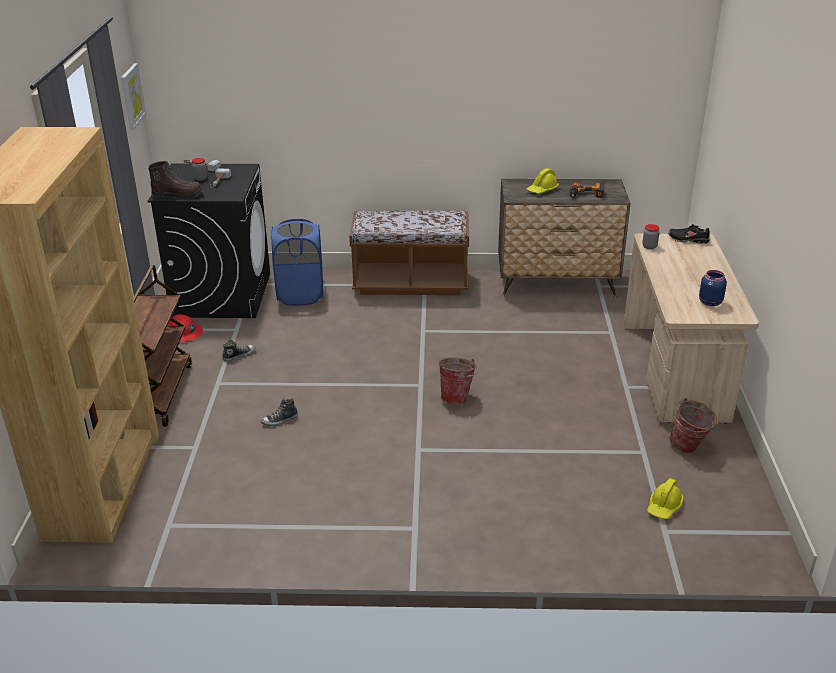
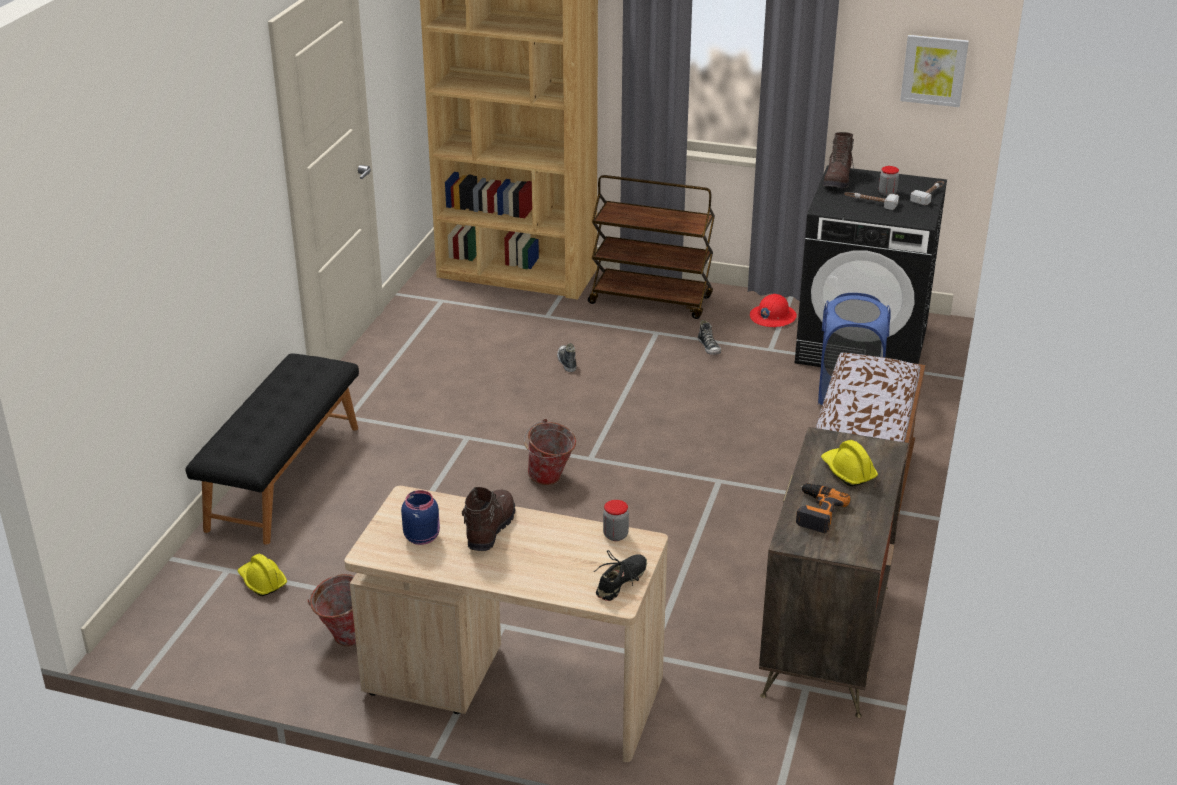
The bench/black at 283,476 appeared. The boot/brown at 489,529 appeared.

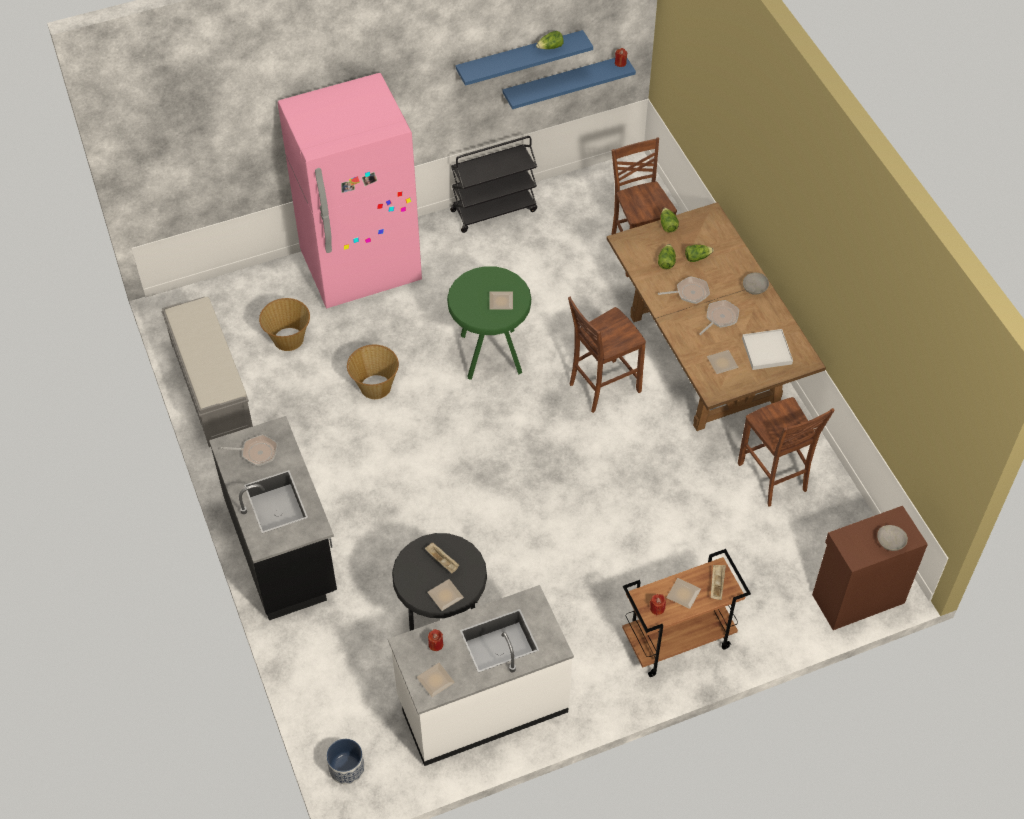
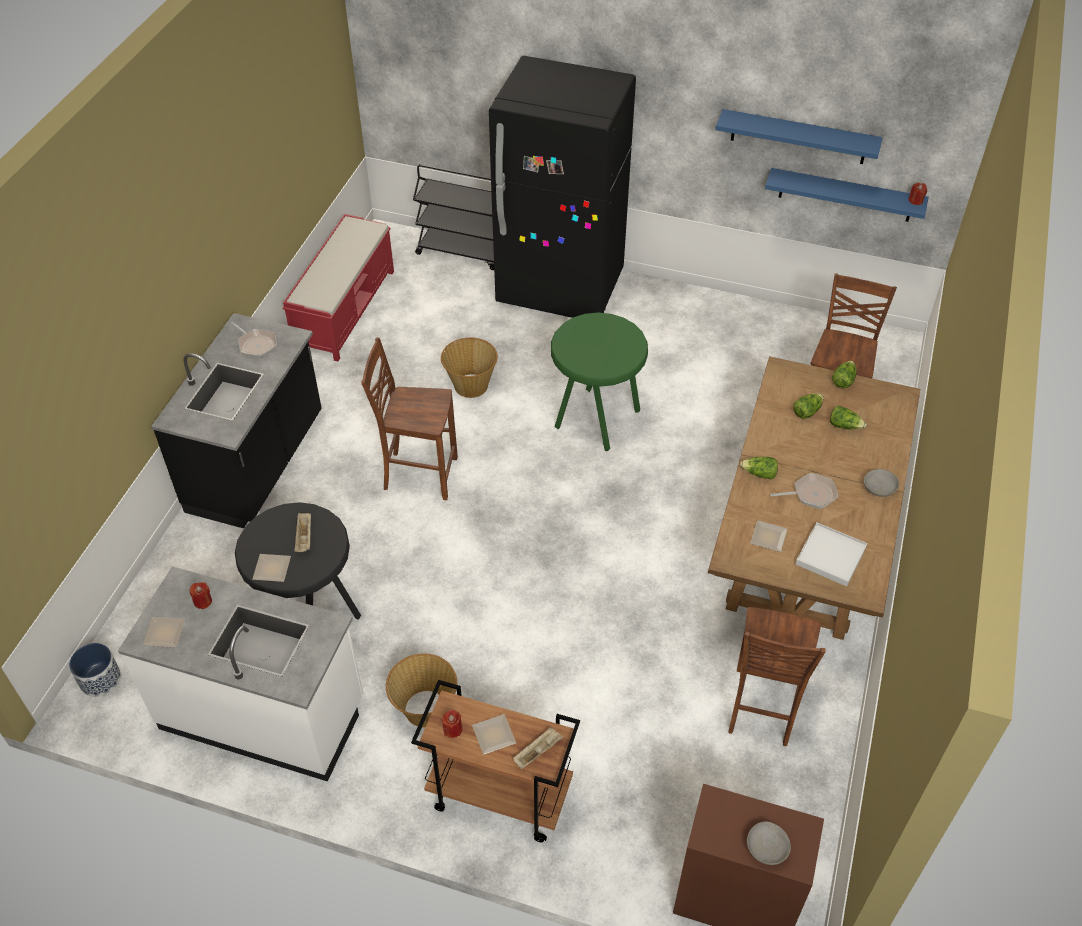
The plate at 500,301 disappeared. The frying pan at 689,293 disappeared. The basket moved from 288,339 to 425,709. The cart/black moved from 494,210 to 462,251. The lettuce moved from 550,47 to 759,474. The chair/brown moved from 602,387 to 418,474. The bench/grey at 211,387 became the bench/red at 345,309. The fridge/pink at 361,268 became the fridge/black at 560,289.

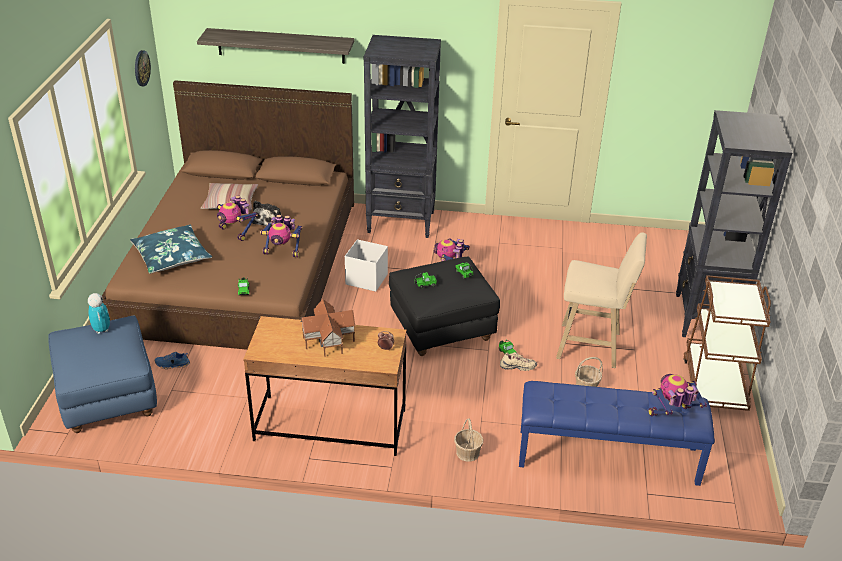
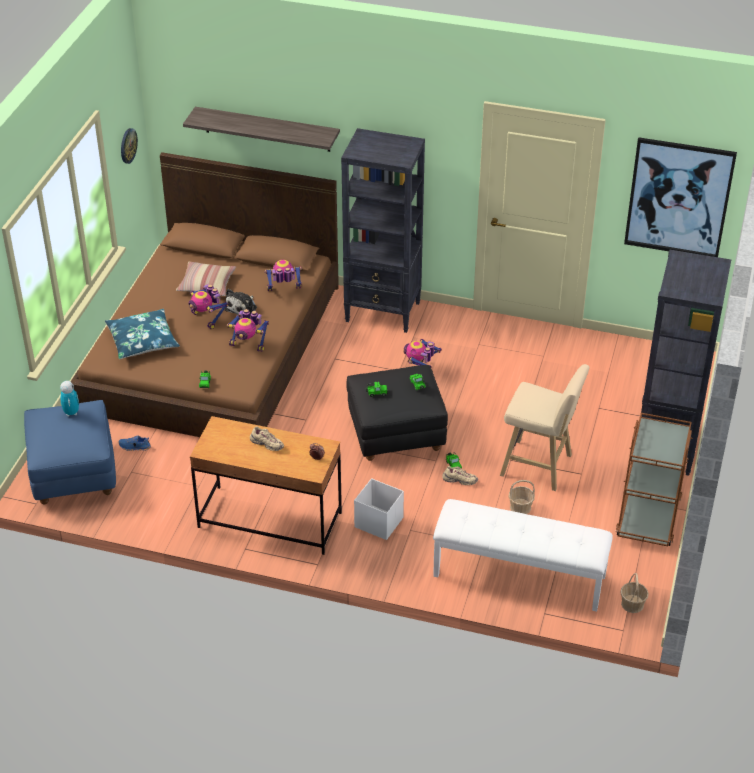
The picture at 678,198 appeared. The storage box/white moved from 366,279 to 378,522. The basket moved from 468,452 to 632,604. The toy robot moved from 671,415 to 284,292. The toy house at 328,339 was replaced by the shoe/beige at 267,444. The bench/blue at 607,457 became the bench/white at 518,576.

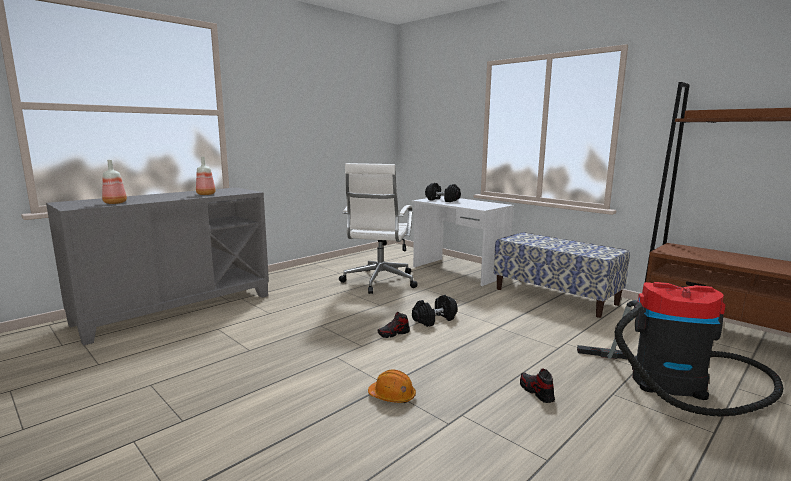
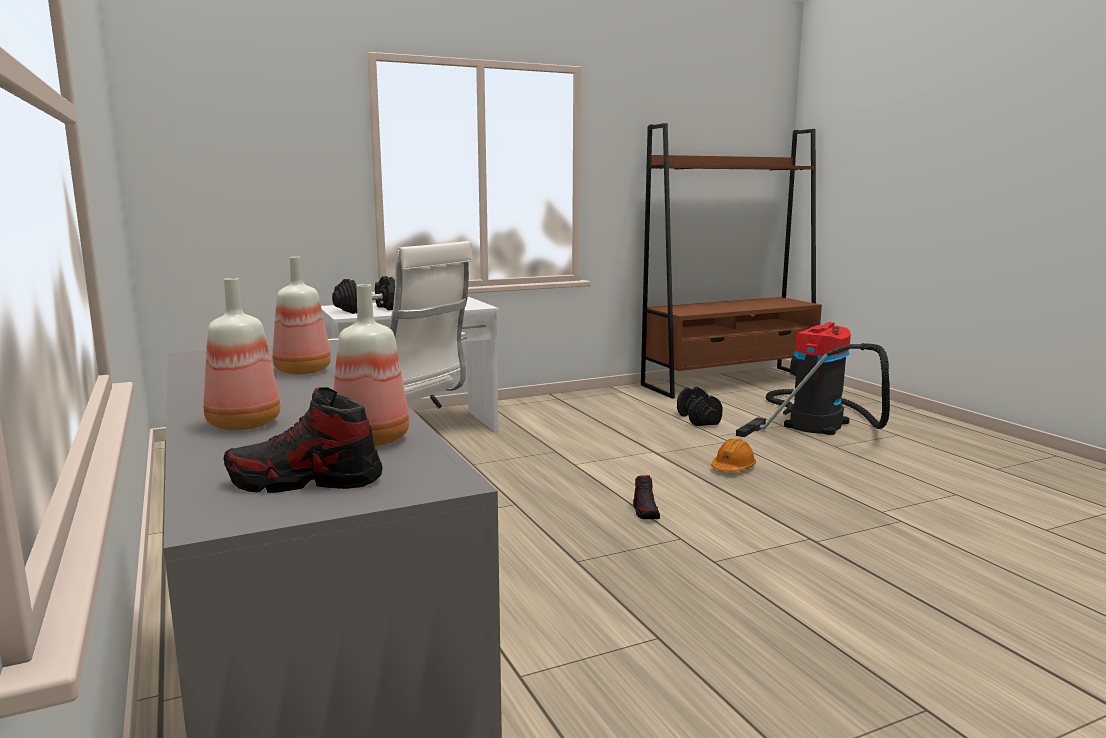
The bench at 555,296 disappeared. The bottle at 241,424 appeared. The hard hat/orange moved from 392,396 to 733,468. The dumbbell/black moved from 434,320 to 699,419. The shoe moved from 536,392 to 305,482.

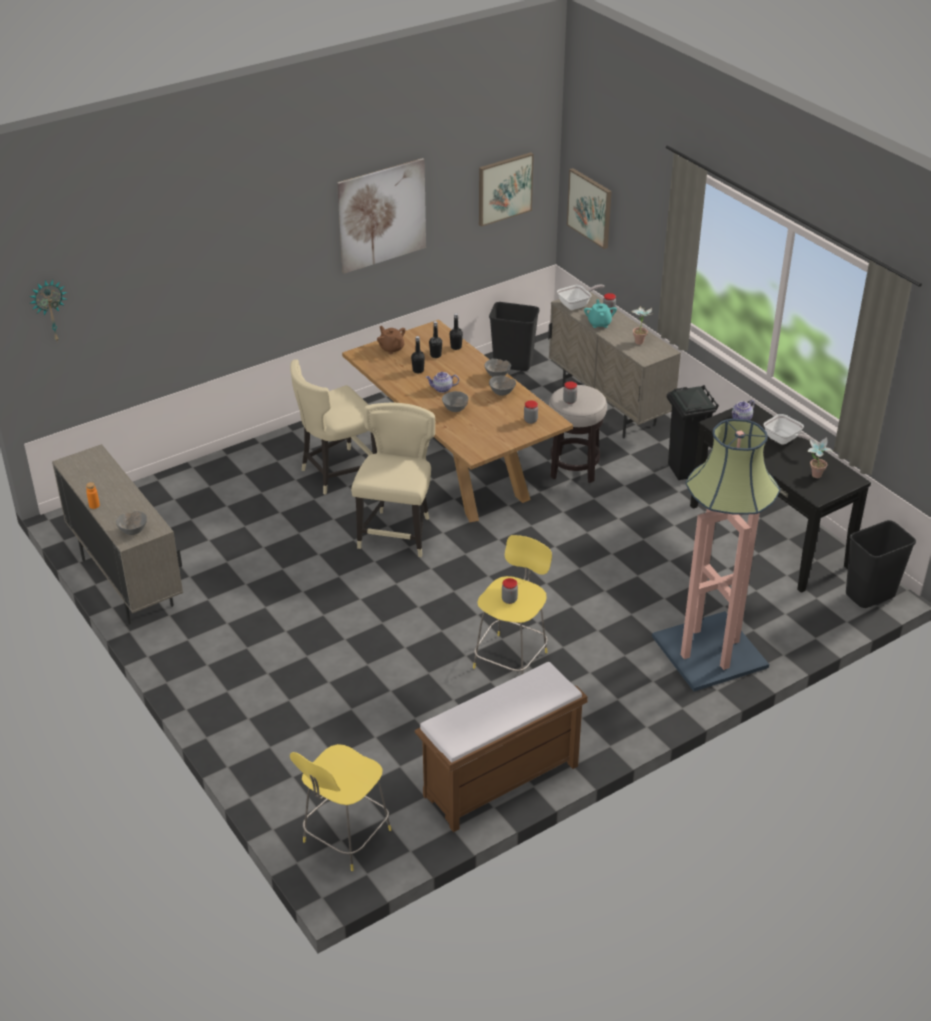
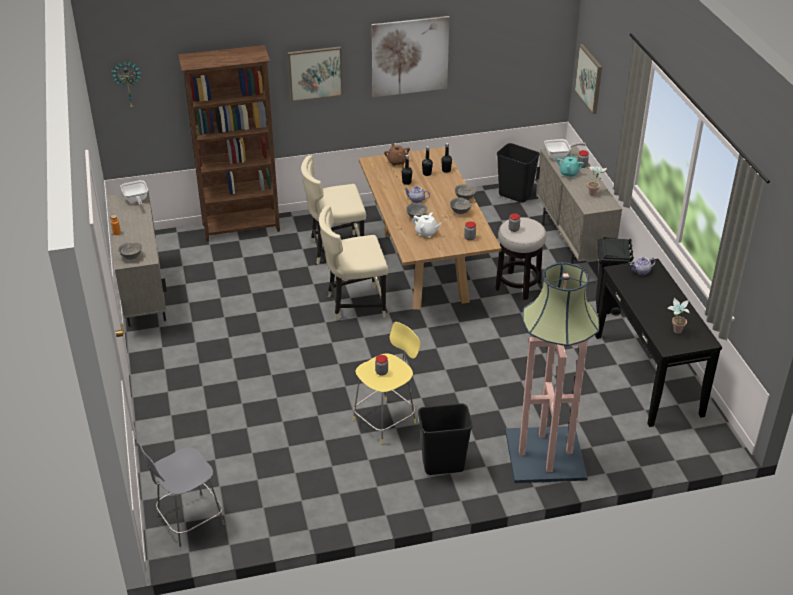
The bench/brown at 500,782 disappeared. The bookcase/brown at 242,228 appeared. The teapot/white at 426,232 appeared. The picture moved from 504,188 to 315,73. The frying pan moved from 784,440 to 136,200. The trash can/black moved from 870,596 to 443,465. The stool/yellow at 345,838 became the stool/grey at 188,521. The chair/beige at 397,533 turned 135 degrees counterclockwise.

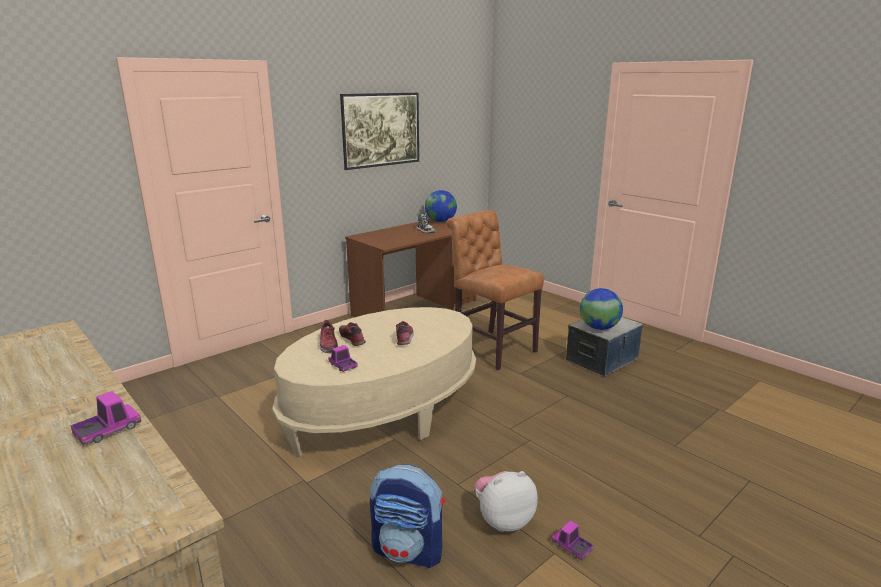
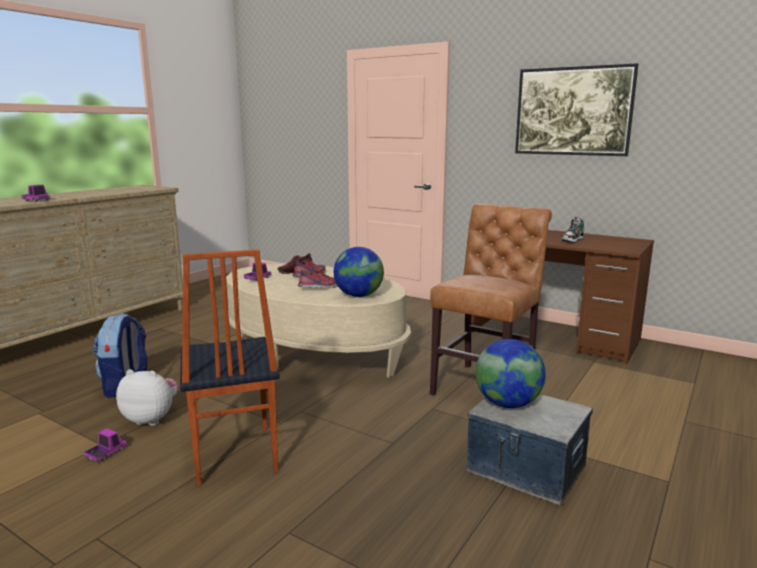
The chair at 233,456 appeared. The globe moved from 440,222 to 359,296. The plush toy at 503,520 turned 45 degrees counterclockwise.

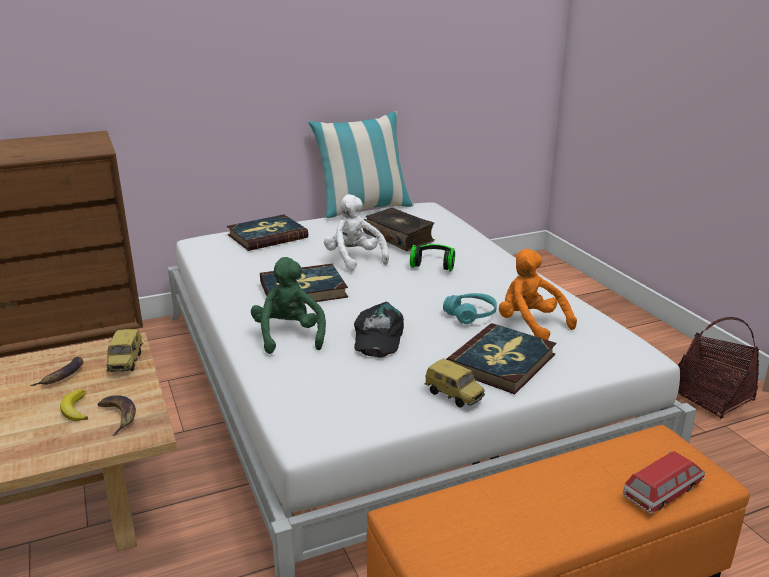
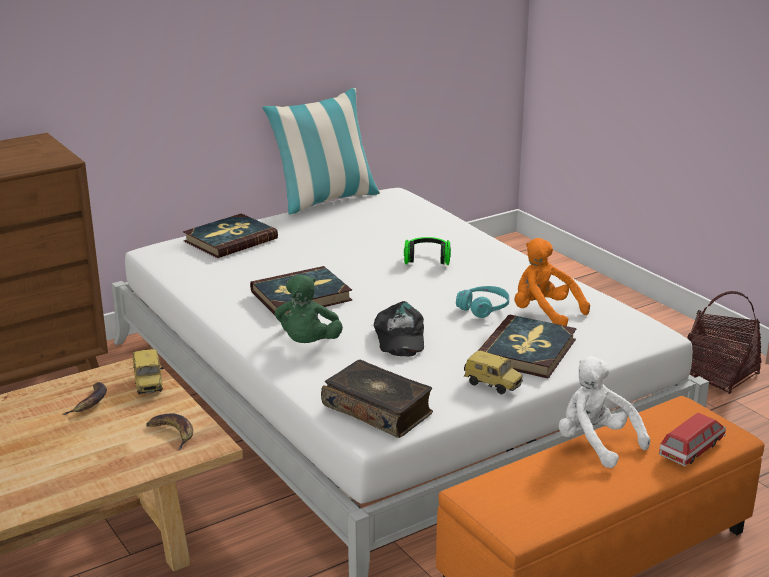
The banana at 75,409 disappeared. The plush toy/white moved from 354,259 to 595,443. The book moved from 399,237 to 378,409. The plush toy/green at 289,336 turned 150 degrees counterclockwise.

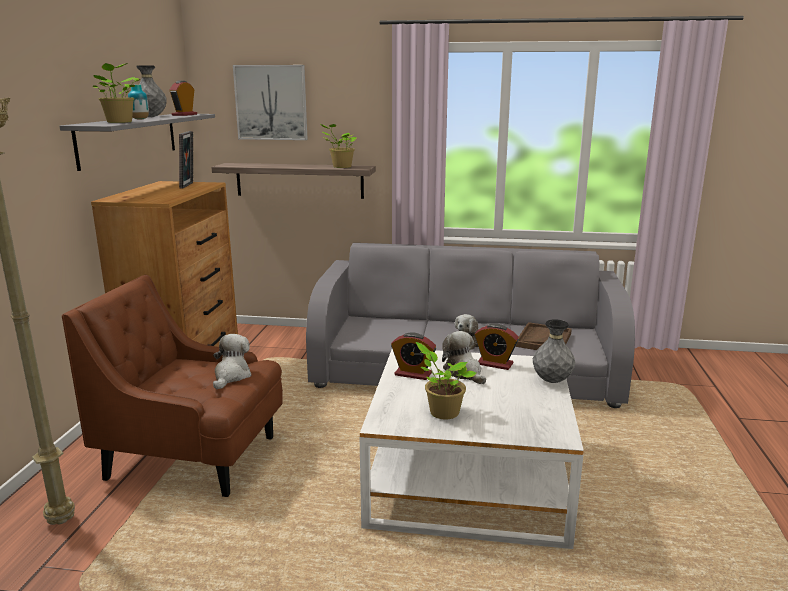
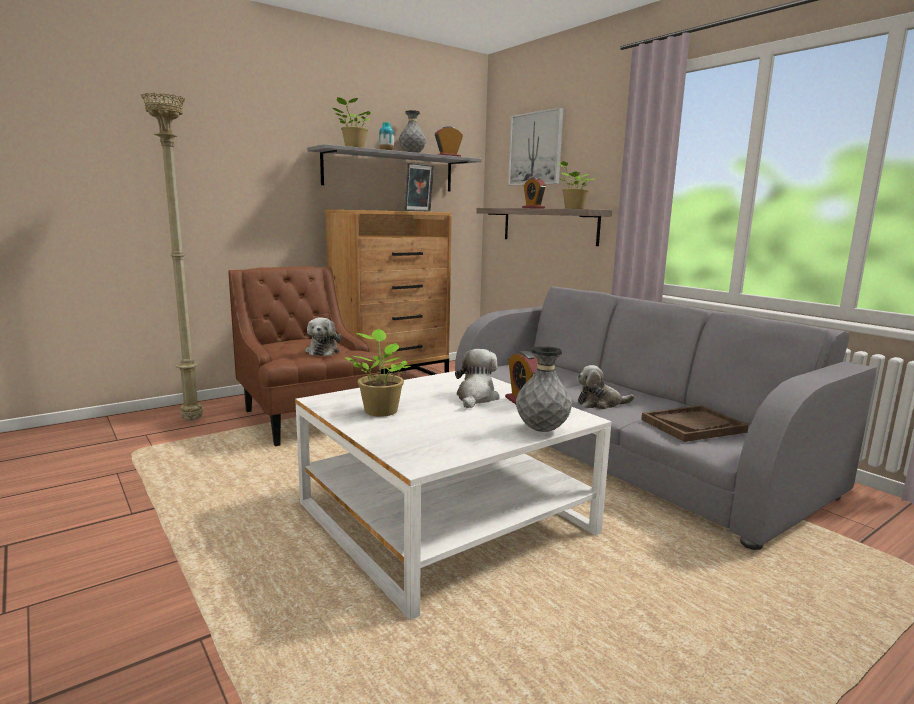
The alarm clock moved from 413,374 to 533,208. The plush toy at 231,376 turned 120 degrees clockwise.

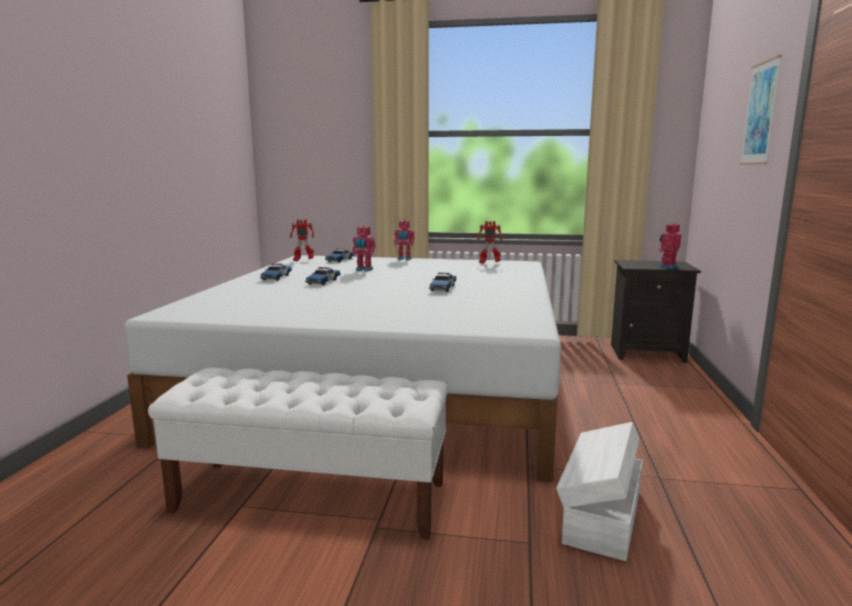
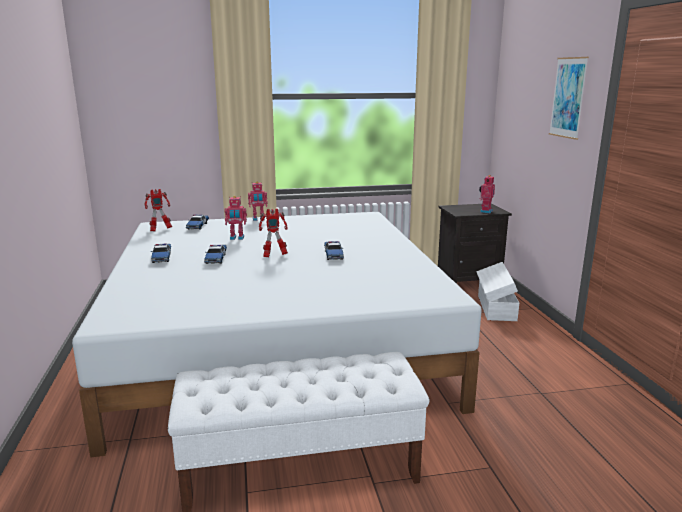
The toy robot moved from 489,263 to 274,255. The storage box/white moved from 600,516 to 495,308.

